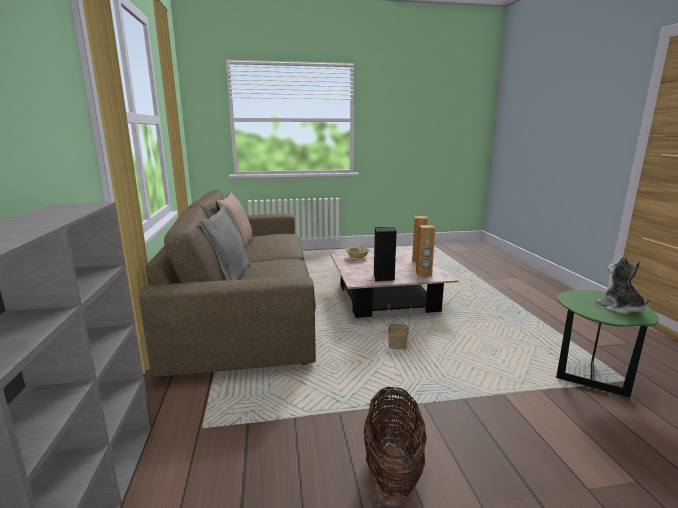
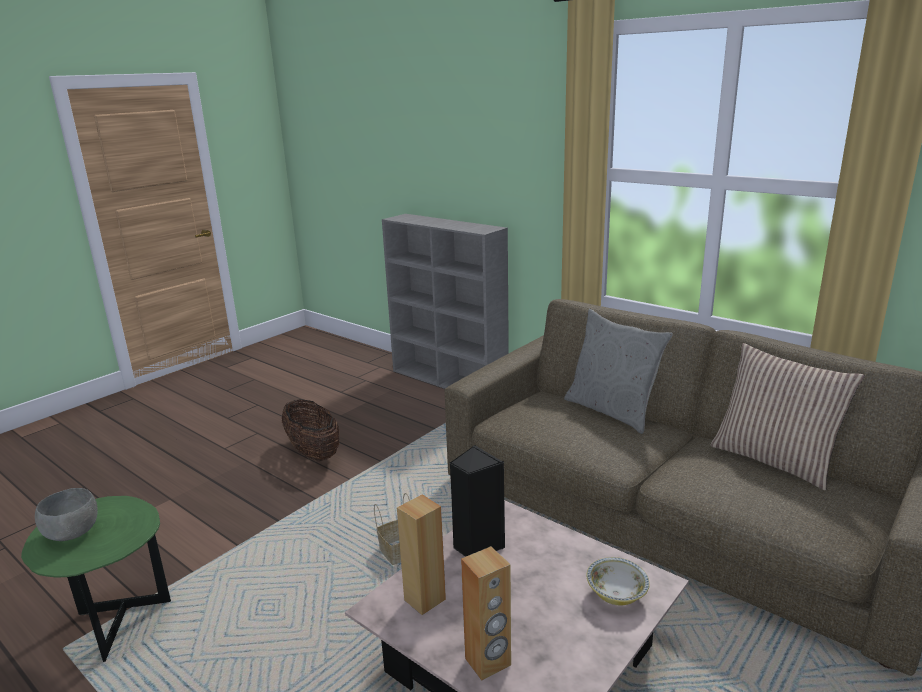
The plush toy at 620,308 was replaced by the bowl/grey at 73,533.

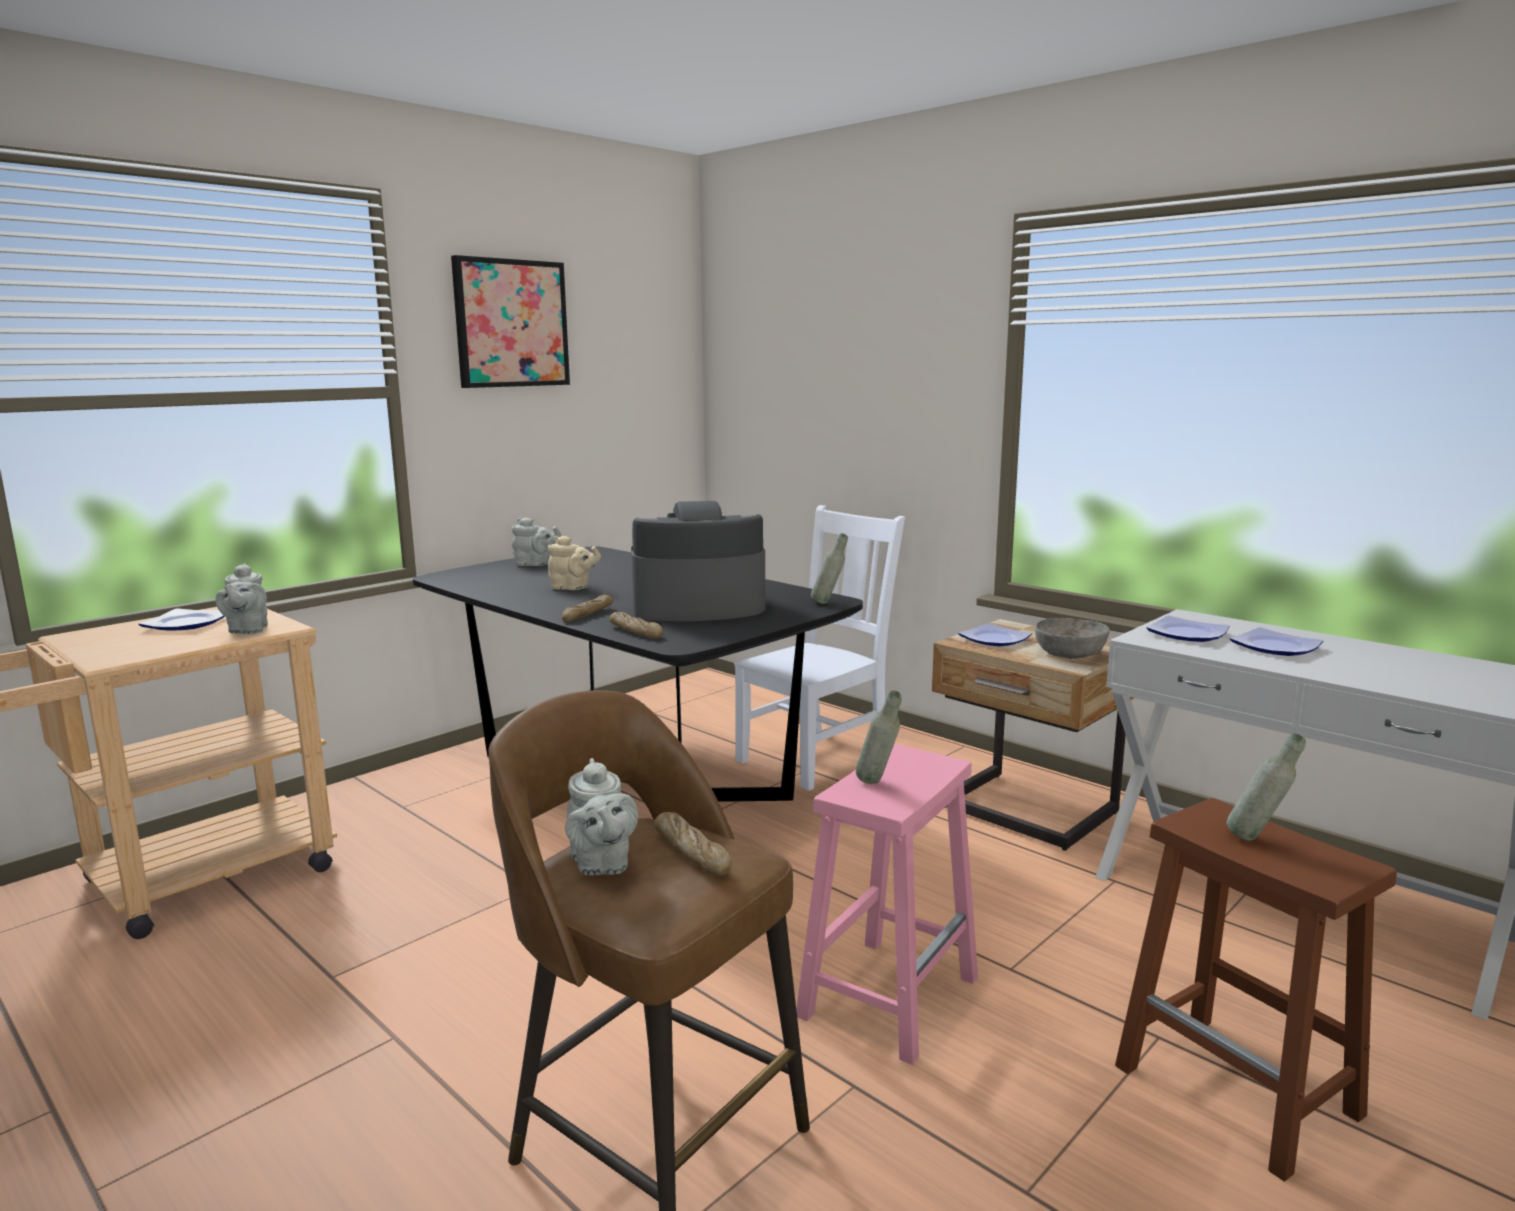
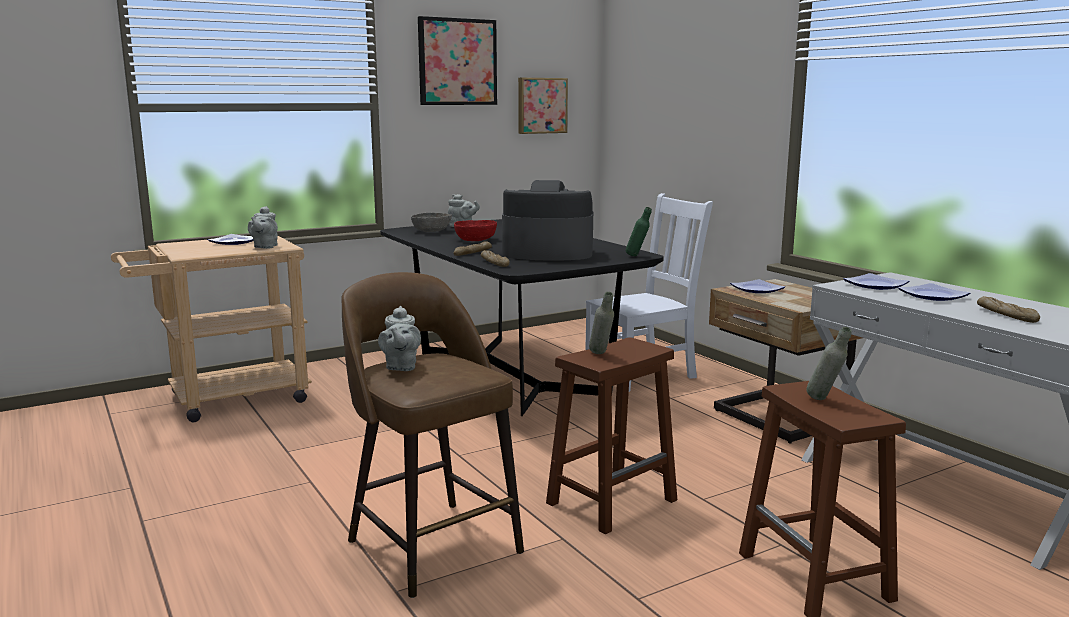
The picture at 541,105 appeared. The bread moved from 691,852 to 1006,315. The bowl/grey moved from 1069,654 to 431,231. The teapot/beige at 573,588 was replaced by the bowl/red at 475,240. The stool/pink at 890,995 became the stool/brown at 612,501. The bottle/grey at 828,603 became the bottle/green at 637,256.

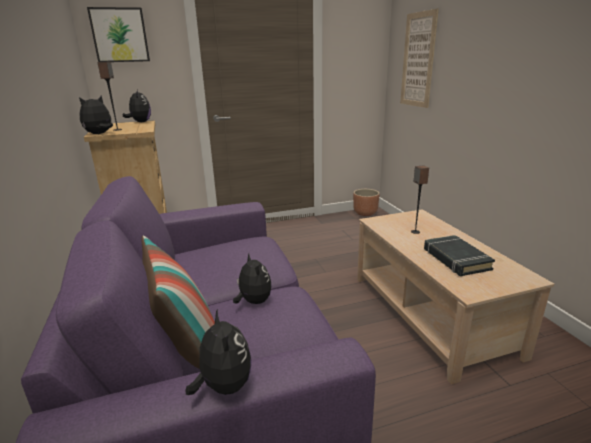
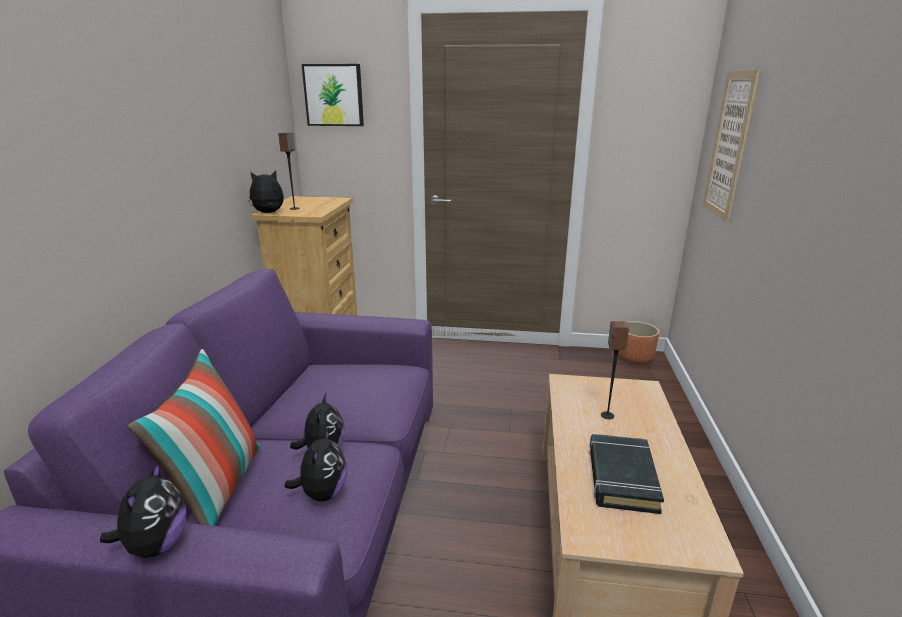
The plush toy moved from 140,122 to 322,493.

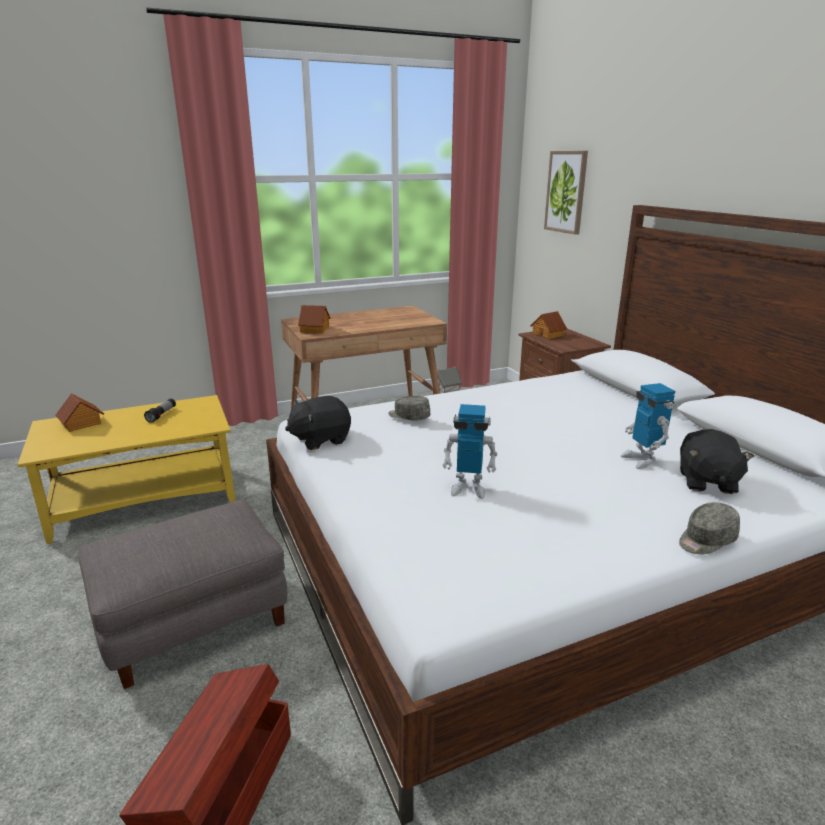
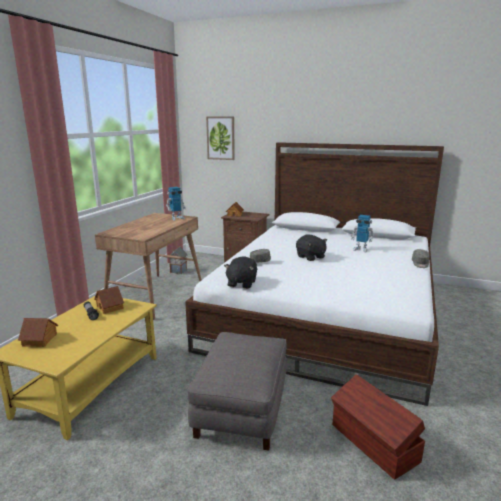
The toy house moved from 315,329 to 110,307. The toy robot moved from 468,488 to 176,218. The plush toy/black moved from 706,482 to 310,257.

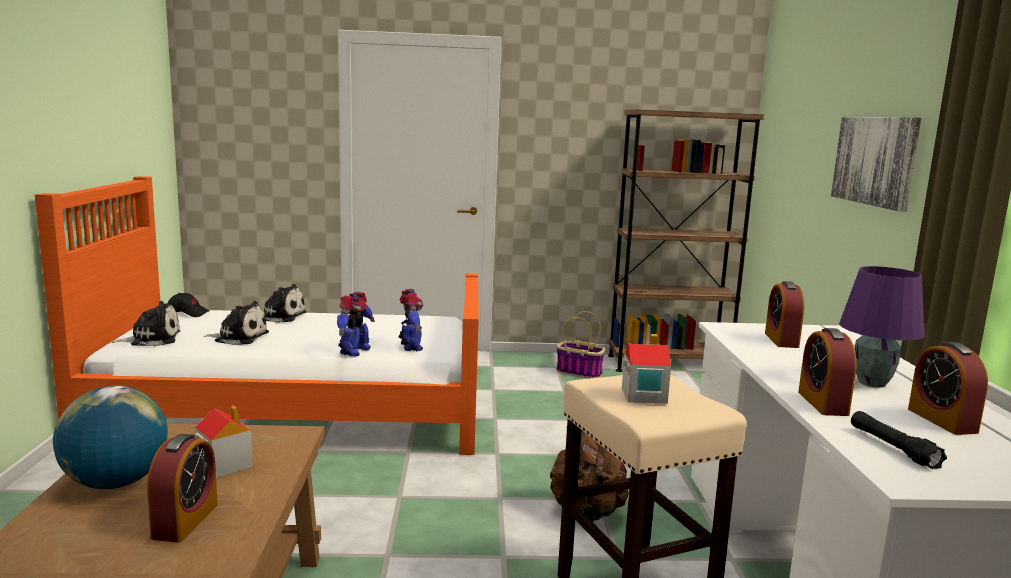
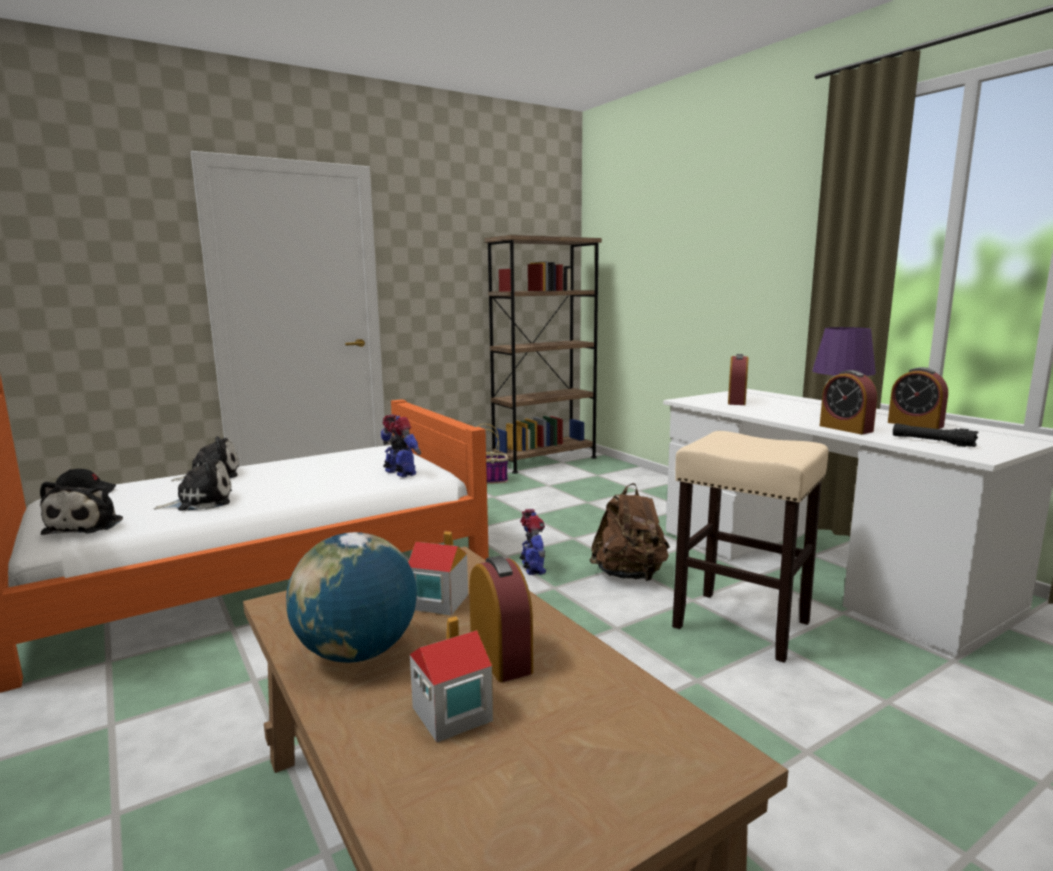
The picture at 875,160 disappeared. The toy robot moved from 354,351 to 532,568. The toy house moved from 643,395 to 451,714. The plush toy at 152,339 turned 135 degrees clockwise. The alarm clock at 781,340 turned 135 degrees counterclockwise.

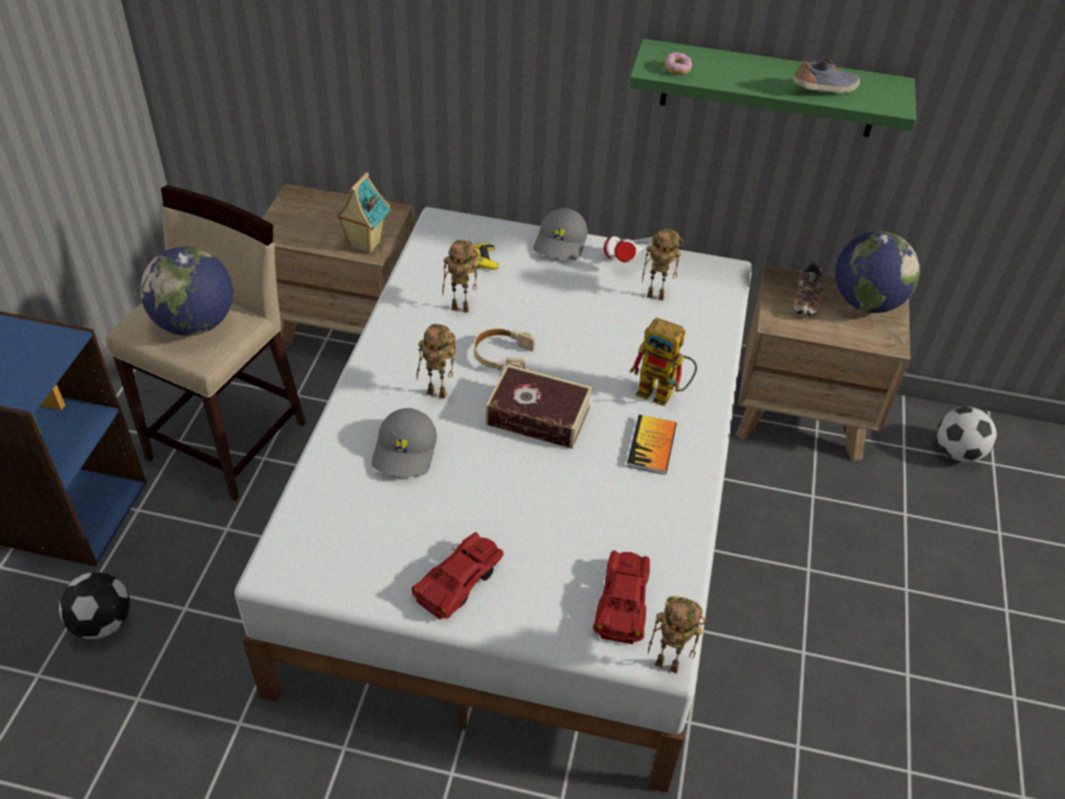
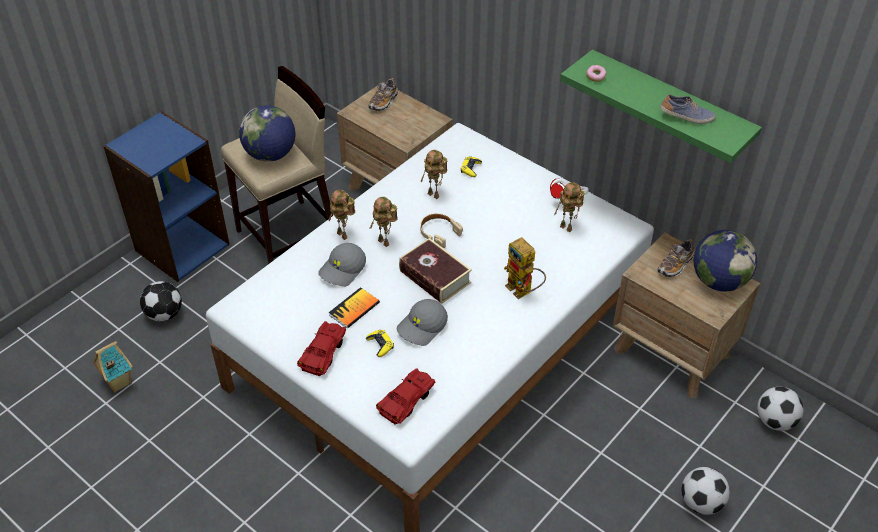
The game controller/yellow at 380,345 appeared. The shoe at 383,102 appeared. The football at 701,502 appeared. The toy house moved from 364,244 to 118,382. The cap/grey moved from 561,243 to 422,327. The book moved from 651,446 to 354,309. The toy robot moved from 669,664 to 344,235. The toy car/red at 460,581 turned 45 degrees counterclockwise.

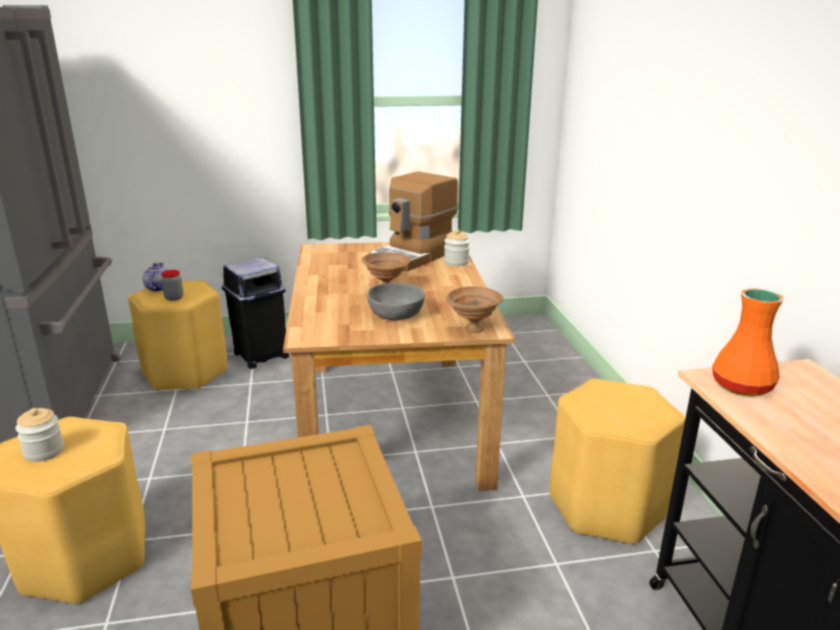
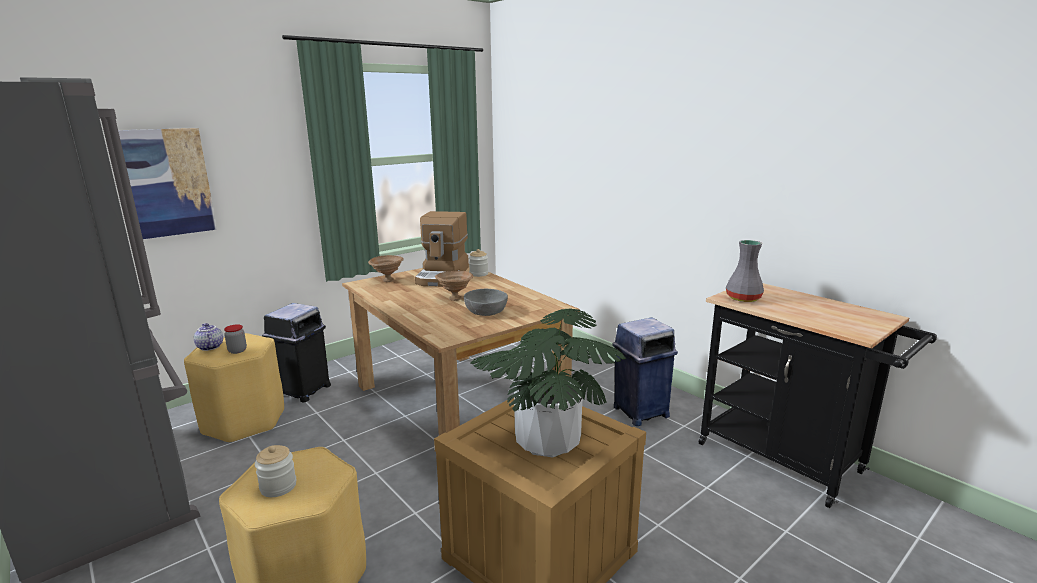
The picture at 164,183 appeared. The potted plant at 547,442 appeared. The bowl/brown moved from 473,329 to 387,280. The stool/yellow at 607,507 was replaced by the trash can/blue at 639,412. The vase/orange at 743,386 became the vase/grey at 743,298.

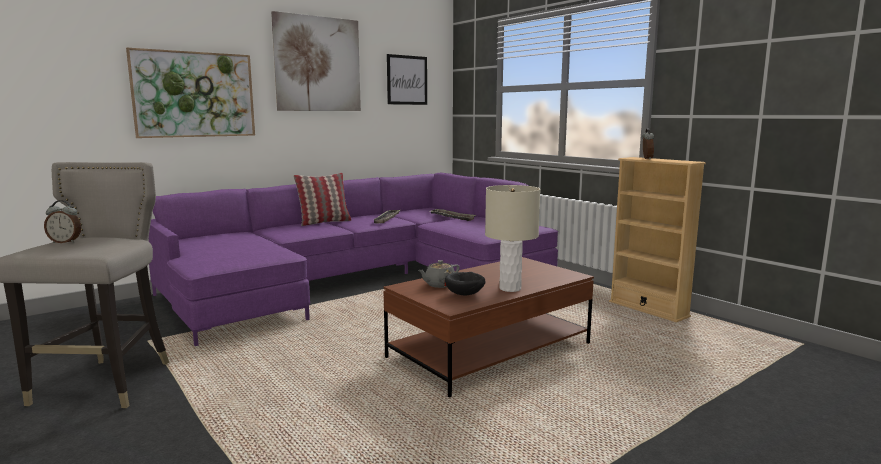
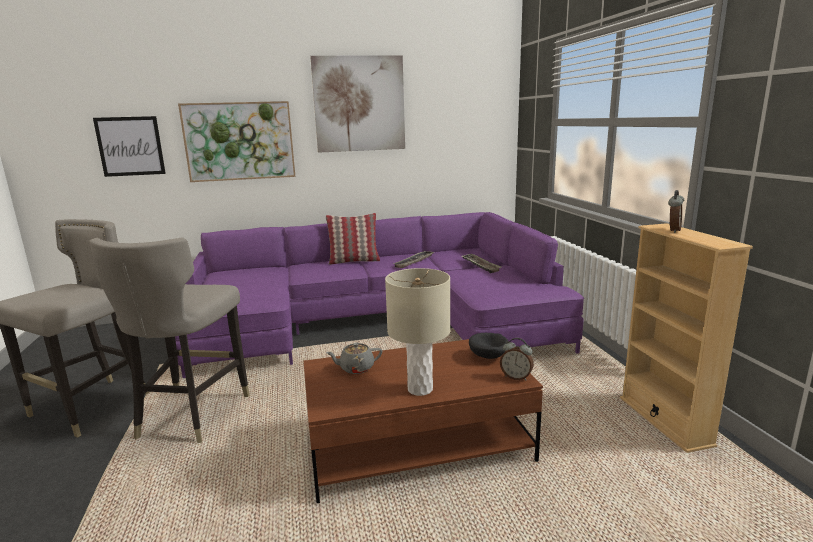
The stool/grey at 191,416 appeared. The alarm clock moved from 65,242 to 516,377. The picture moved from 407,80 to 130,146. The bowl/black moved from 465,295 to 489,357.

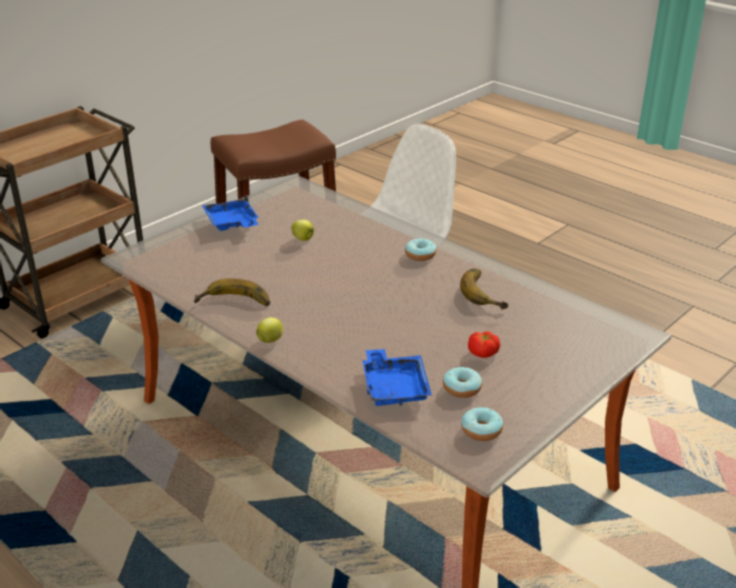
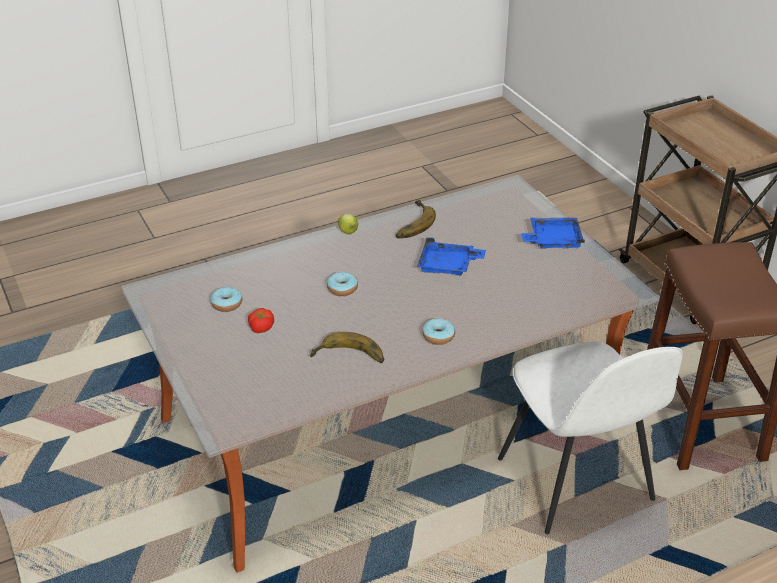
The apple at 303,239 disappeared. The tray/blue moved from 394,387 to 448,266. The donut moved from 481,430 to 342,288.

